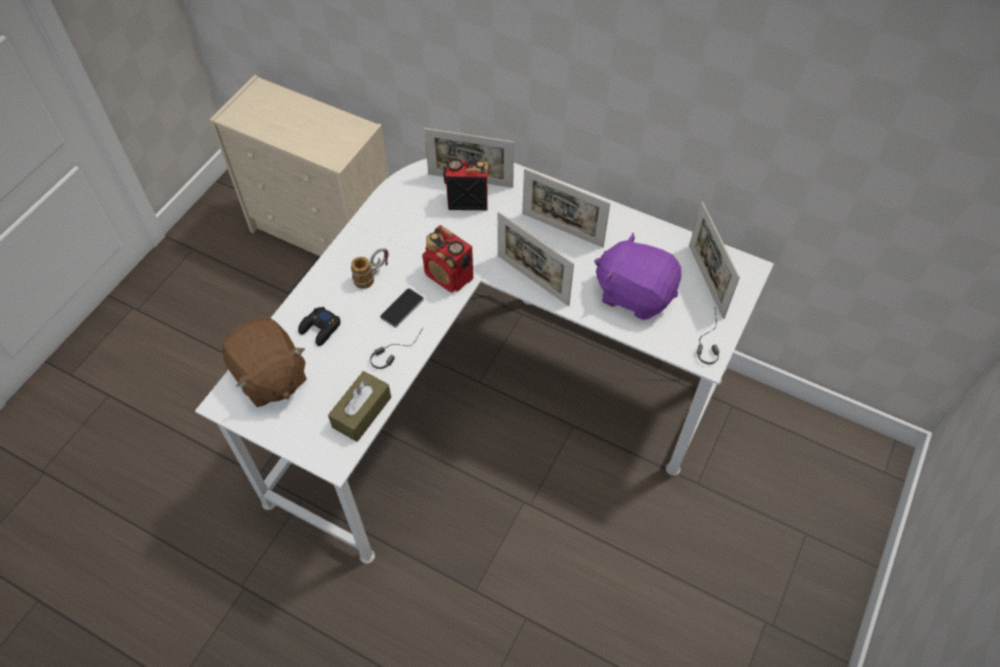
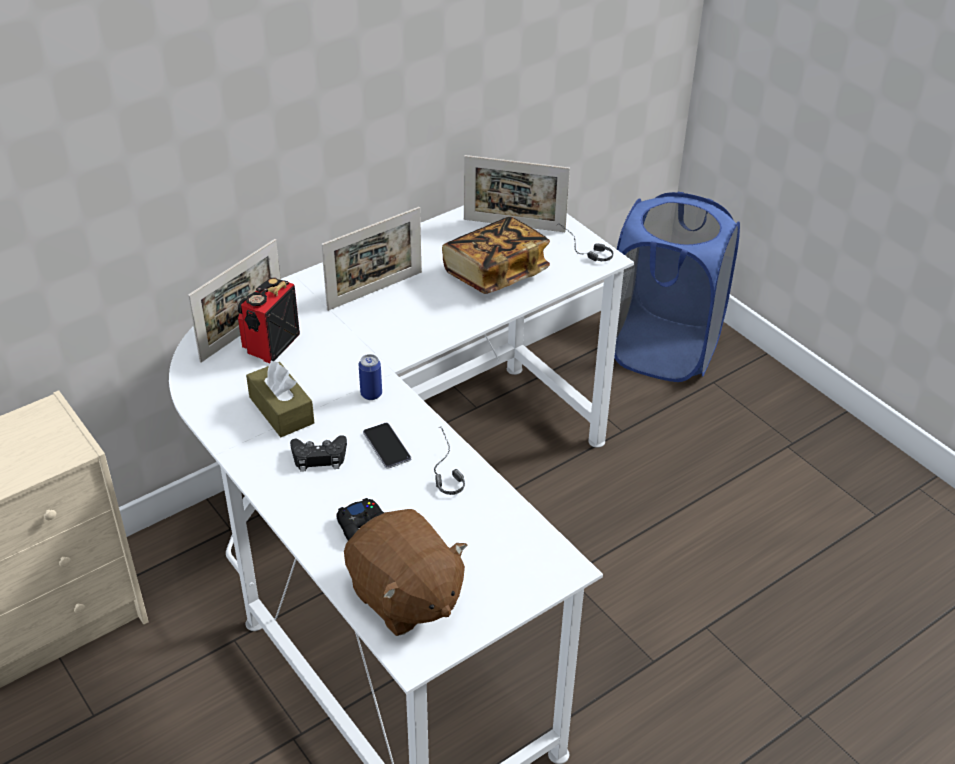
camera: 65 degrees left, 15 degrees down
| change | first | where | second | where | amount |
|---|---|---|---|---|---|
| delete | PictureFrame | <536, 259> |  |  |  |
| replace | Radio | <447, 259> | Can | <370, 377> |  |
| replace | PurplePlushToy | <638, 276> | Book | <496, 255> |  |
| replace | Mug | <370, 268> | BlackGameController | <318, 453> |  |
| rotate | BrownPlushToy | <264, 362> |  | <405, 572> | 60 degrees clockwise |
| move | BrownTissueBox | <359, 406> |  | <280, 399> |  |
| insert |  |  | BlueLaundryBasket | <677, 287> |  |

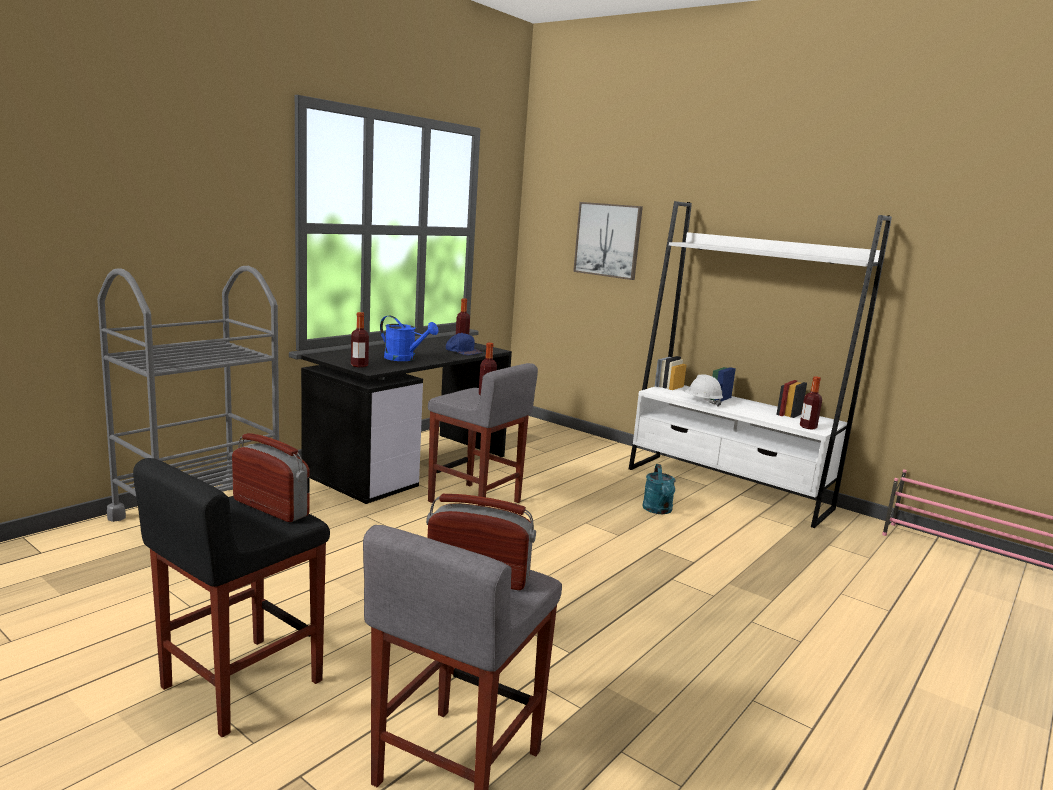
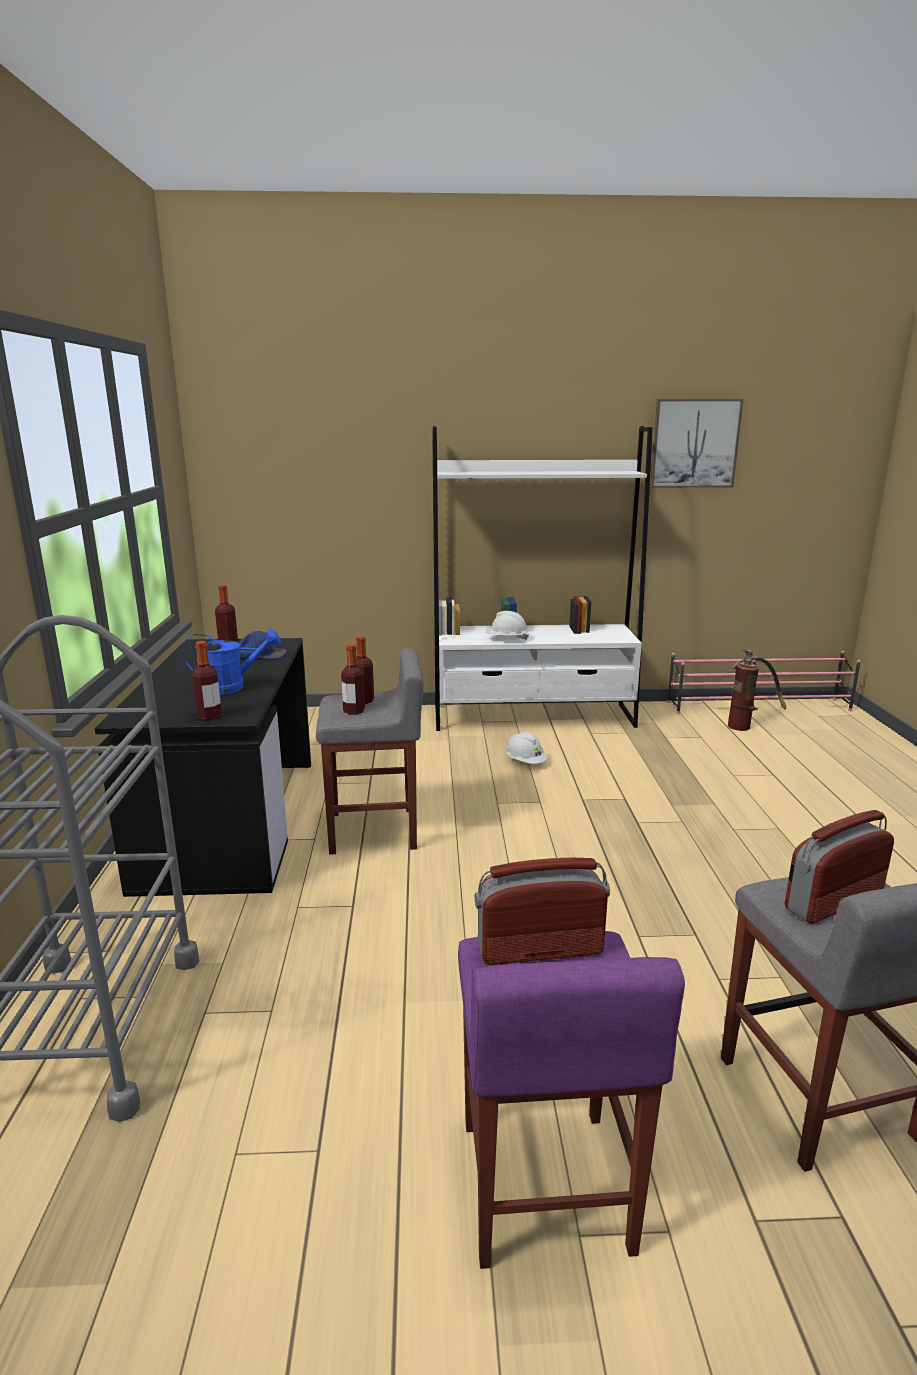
camera: 40 degrees left, 5 degrees up
| change | first | where | second | where | amount |
|---|---|---|---|---|---|
| move | Picture | <608, 241> |  | <696, 443> |  |
| move | Bottle | <811, 403> |  | <353, 679> |  |
| recolor | BlackStool | <231, 598> | PurpleStool | <571, 1100> |  |
| replace | TurquoiseWateringCan | <659, 489> | WhiteHardHat | <526, 748> |  |
| insert |  |  | FireExtinguisher | <757, 690> |  |

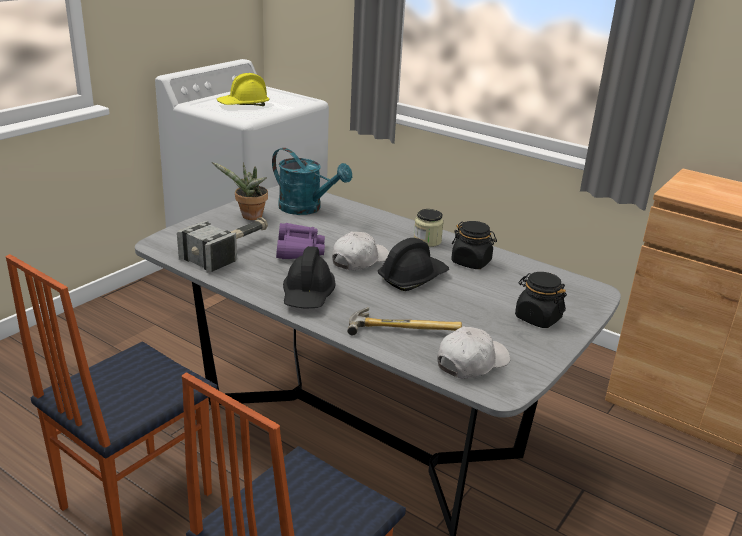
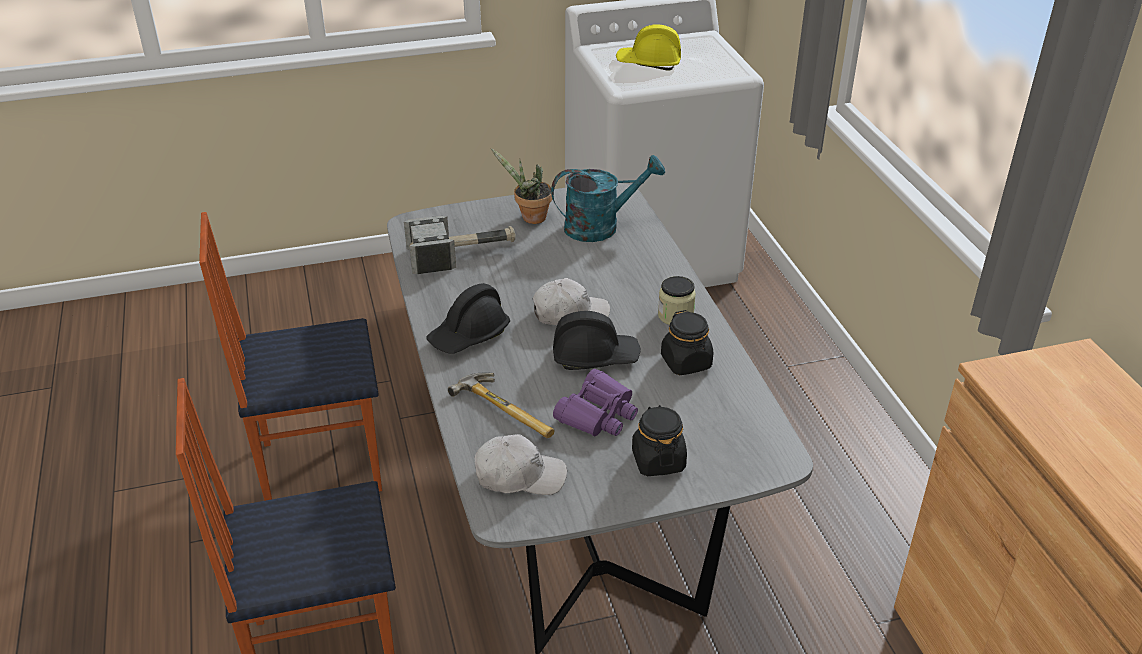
camera: 40 degrees right, 10 degrees up
| change | first | where | second | where | amount |
|---|---|---|---|---|---|
| rotate | TurquoiseWateringCan | <312, 181> |  | <608, 198> | 90 degrees counterclockwise |
| move | PurpleBinoculars | <300, 241> |  | <595, 403> |  |

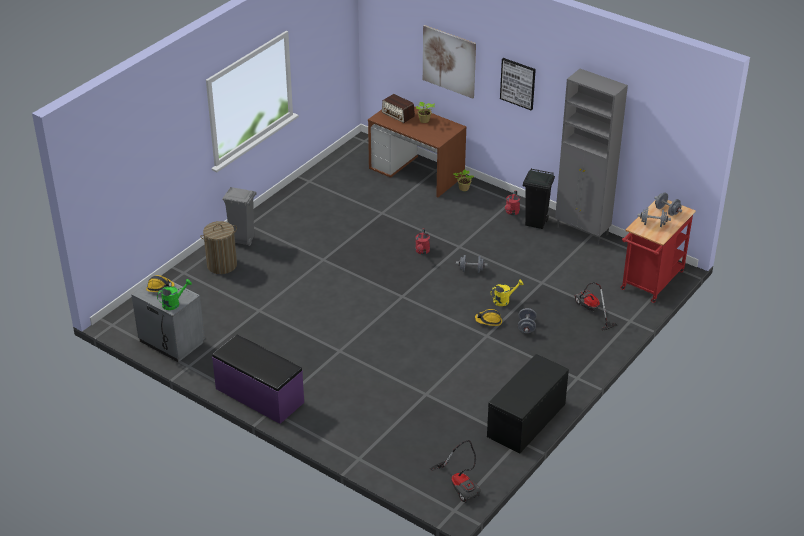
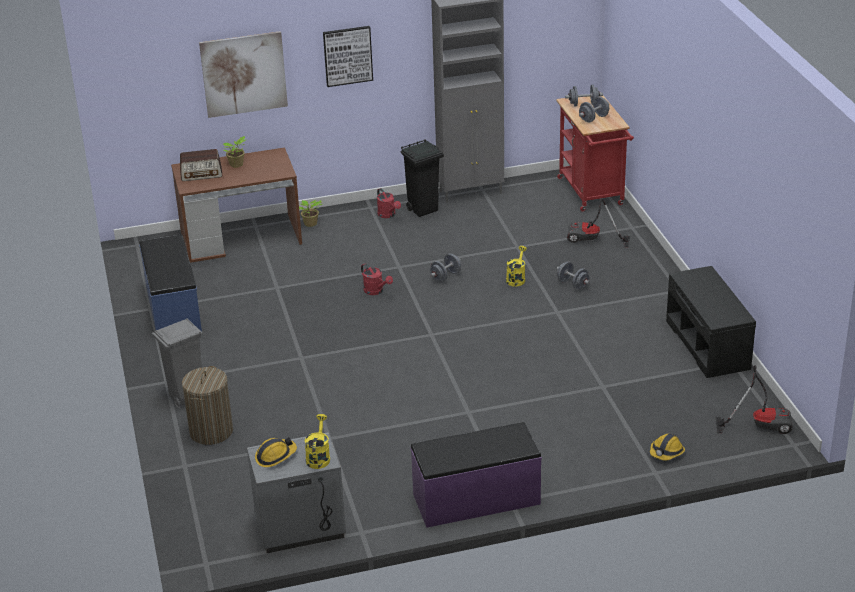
camera: 50 degrees left, 5 degrees down
| change | first | where | second | where | amount |
|---|---|---|---|---|---|
| recolor | GreenWateringCan | <174, 294> | YellowWateringCan | <317, 441> |  |
| move | HardHat | <488, 317> |  | <667, 447> |  |
| insert |  |  | BlueBench | <170, 283> |  |

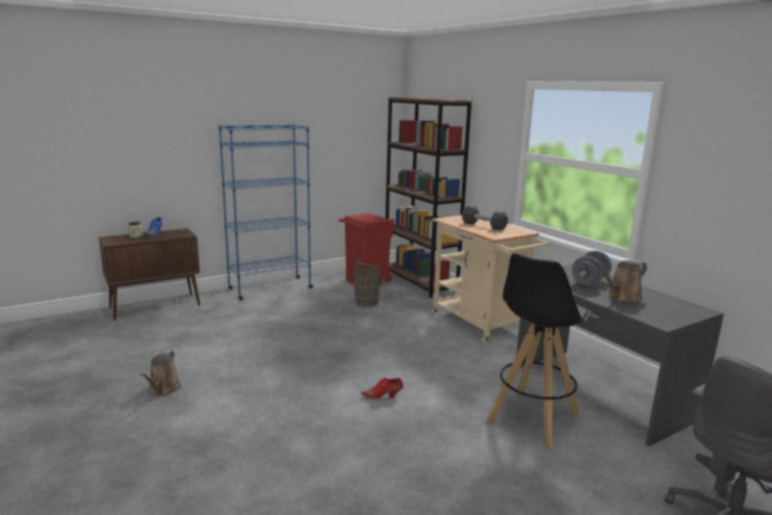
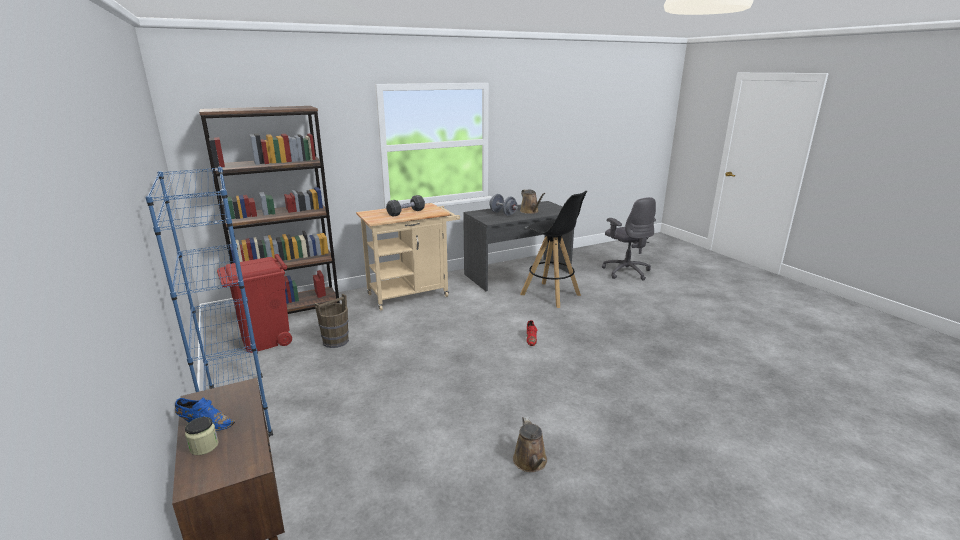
camera: 85 degrees left, 5 degrees up
| change | first | where | second | where | amount |
|---|---|---|---|---|---|
| rotate | BrownWateringCan | <160, 373> |  | <530, 444> | 75 degrees clockwise |

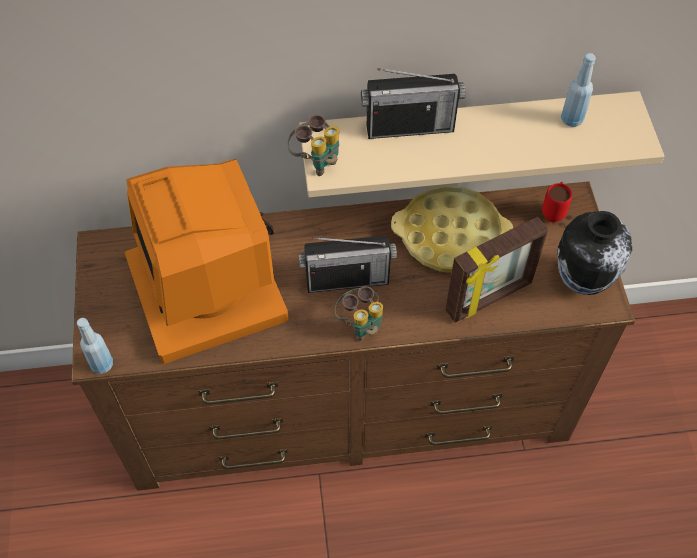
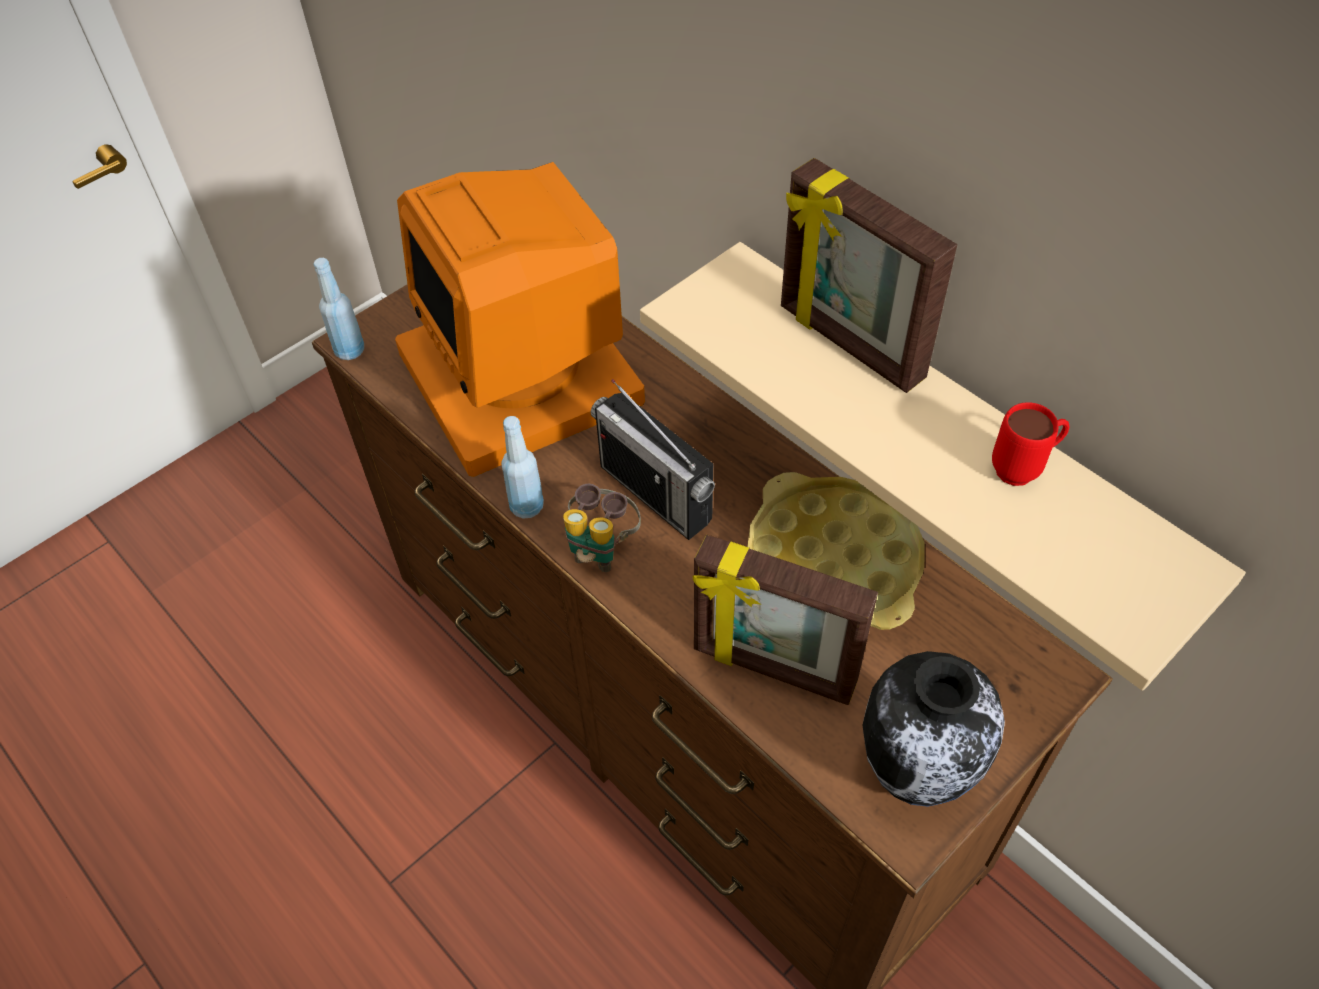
camera: 55 degrees right, 5 degrees down
| change | first | where | second | where | amount |
|---|---|---|---|---|---|
| move | BlueBottle | <578, 90> |  | <522, 467> |  |
| replace | Radio | <413, 103> | PictureFrame | <869, 275> |  |
| delete | Binoculars | <313, 145> |  |  |  |
| rotate | Monitor | <207, 261> |  | <520, 319> | 60 degrees counterclockwise |
| move | RedMug | <557, 202> |  | <1031, 444> |  |

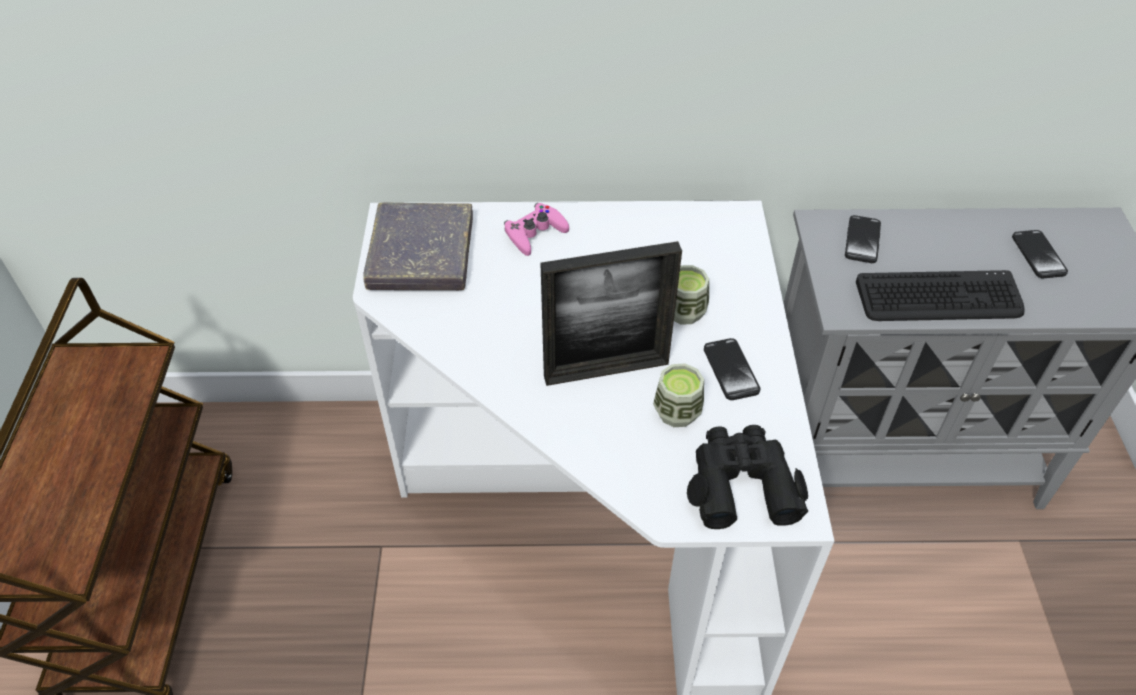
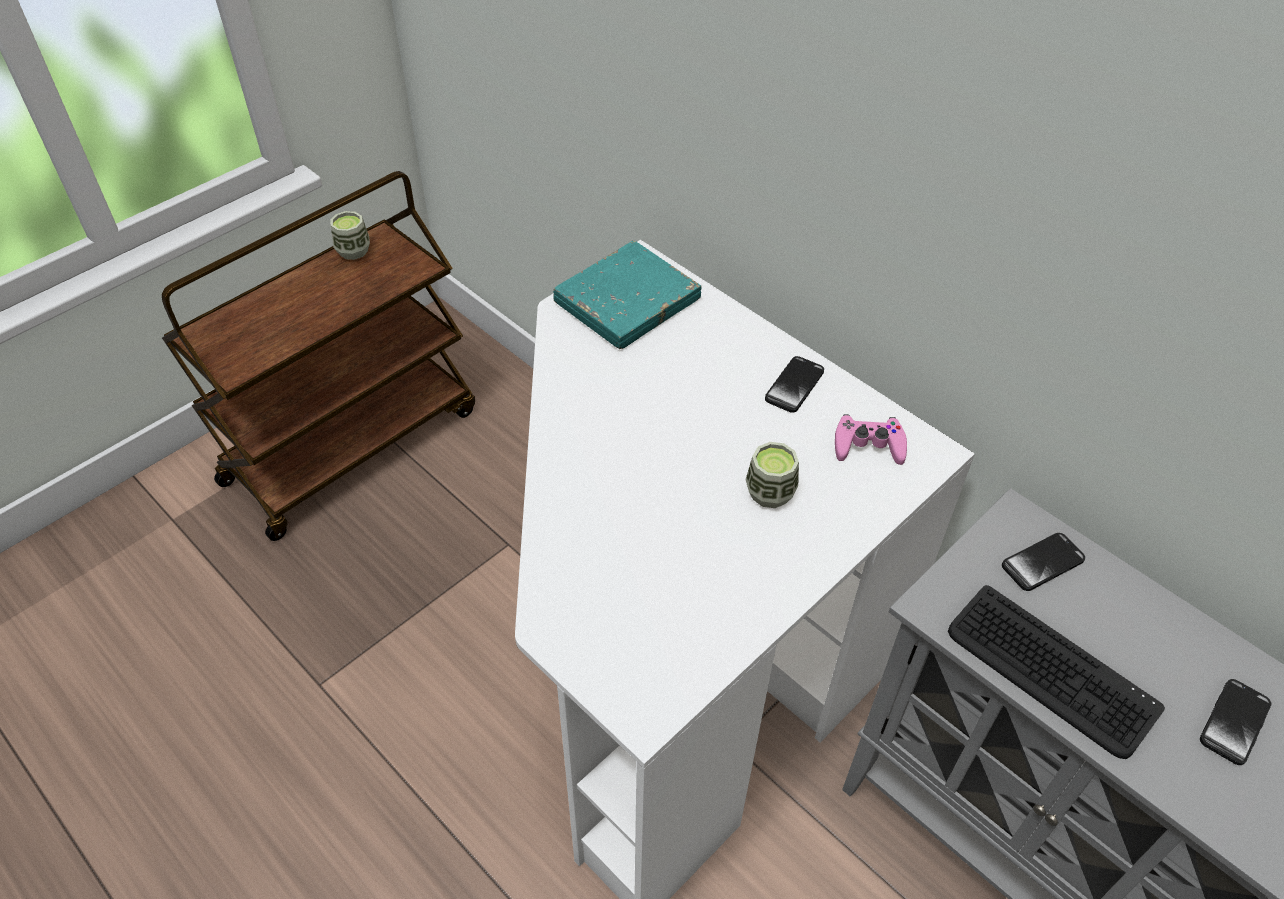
camera: 45 degrees right, 0 degrees up
| change | first | where | second | where | amount |
|---|---|---|---|---|---|
| recolor | GreyBook | <418, 246> | TurquoiseBook | <627, 294> |  |
| move | PinkGameController | <536, 229> |  | <871, 439> |  |
| delete | PictureFrame | <611, 313> |  |  |  |
| move | Phone | <732, 369> |  | <794, 384> |  |
| move | Cup | <678, 395> |  | <350, 235> |  |
| delete | BlackBinoculars | <747, 477> |  |  |  |

